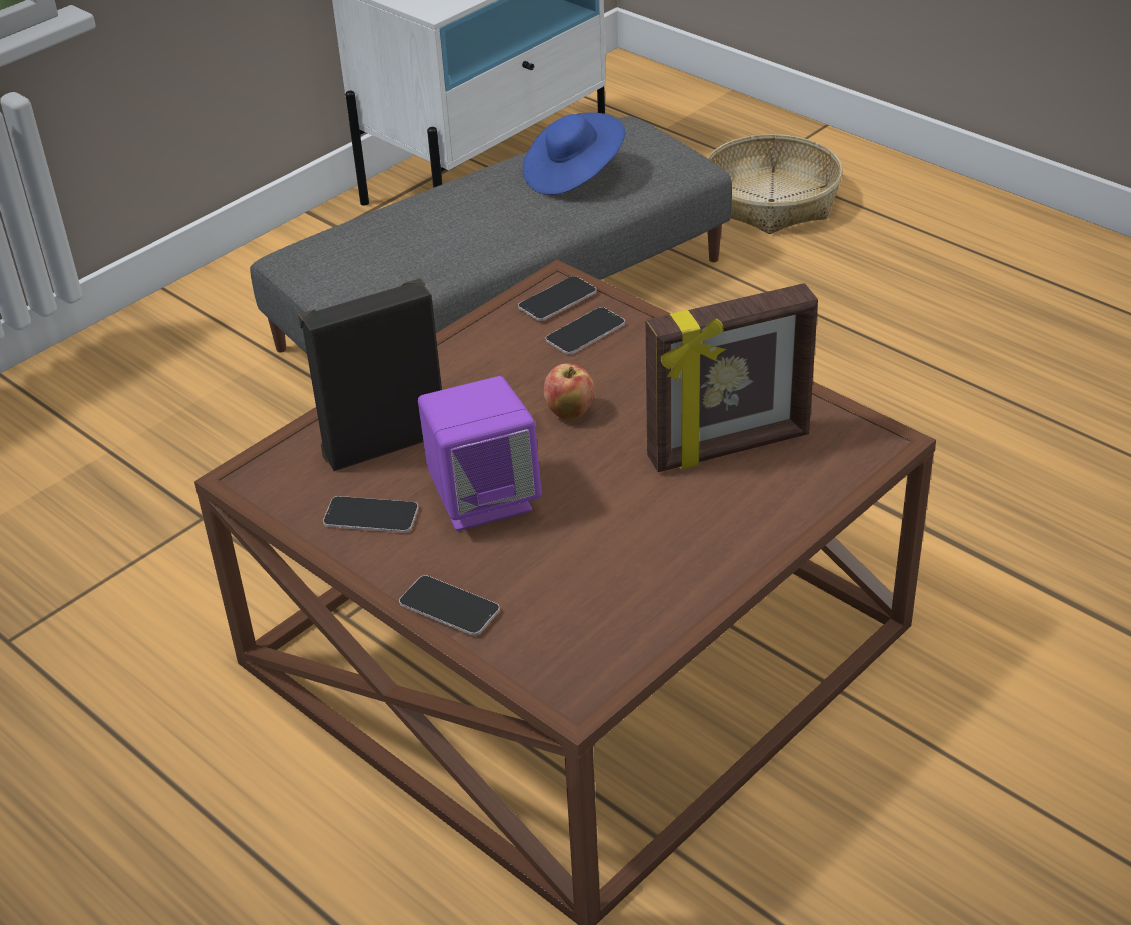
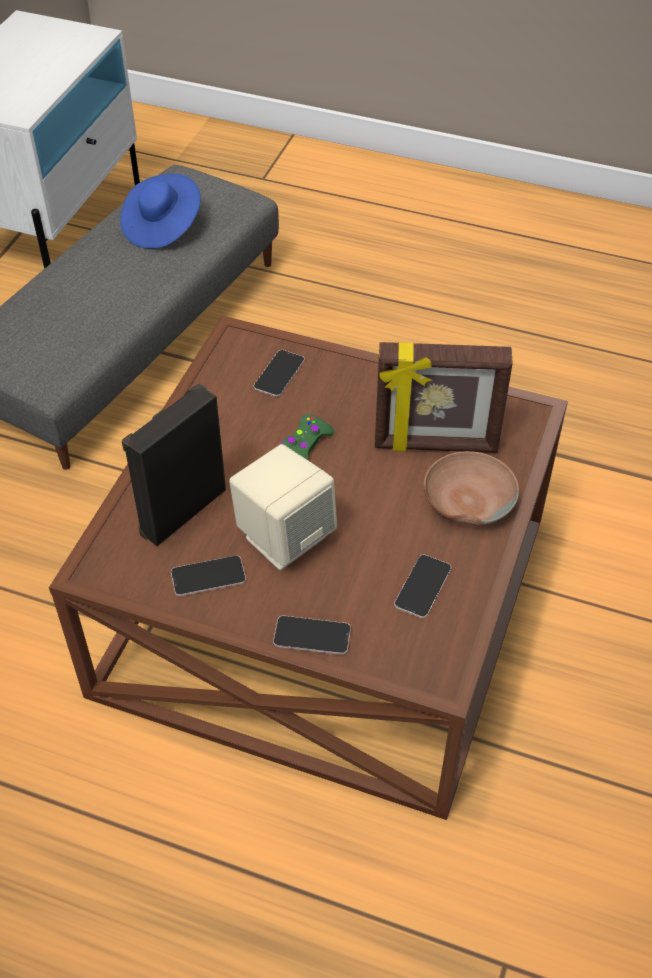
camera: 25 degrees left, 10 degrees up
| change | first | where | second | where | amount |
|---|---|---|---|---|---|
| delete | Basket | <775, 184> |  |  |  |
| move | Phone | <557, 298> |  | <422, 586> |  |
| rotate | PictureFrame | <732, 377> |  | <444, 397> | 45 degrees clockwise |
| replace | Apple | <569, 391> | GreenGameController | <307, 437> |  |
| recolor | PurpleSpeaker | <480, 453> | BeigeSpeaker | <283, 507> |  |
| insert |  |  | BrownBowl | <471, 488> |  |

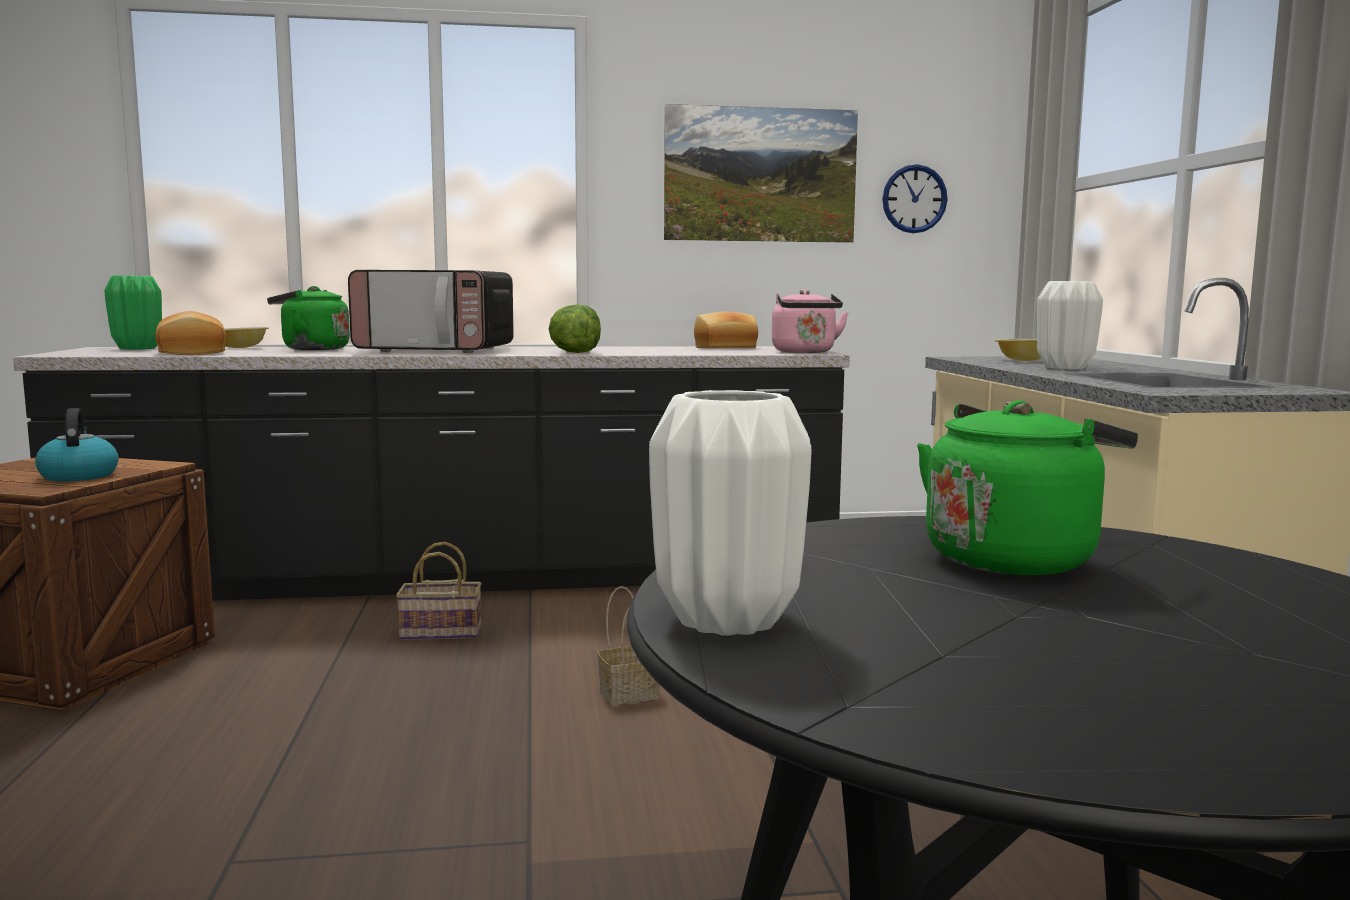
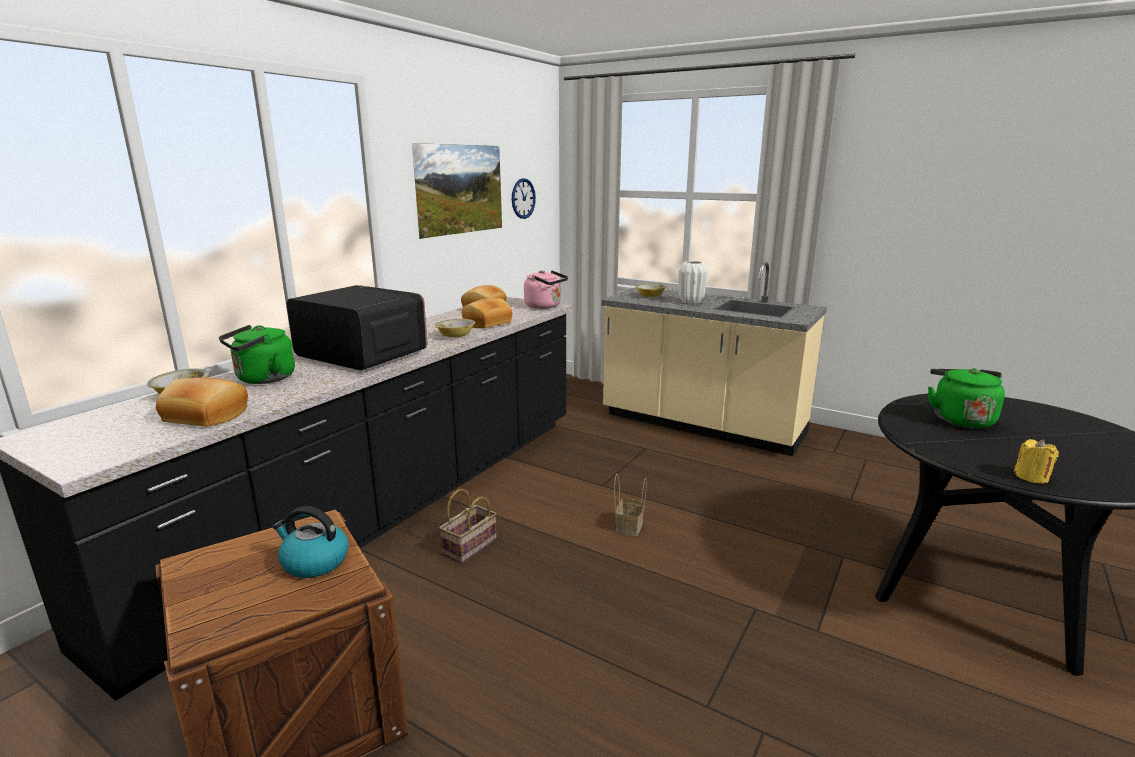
camera: 50 degrees left, 10 degrees up
| change | first | where | second | where | amount |
|---|---|---|---|---|---|
| rotate | Microwave | <431, 311> |  | <357, 327> | 105 degrees counterclockwise |
| delete | GreenVase | <133, 312> |  |  |  |
| replace | Lettuce | <574, 328> | Bowl | <455, 328> |  |
| replace | WhiteVase | <730, 513> | YellowCandle | <1036, 461> |  |
| insert |  |  | Bread | <487, 313> |  |

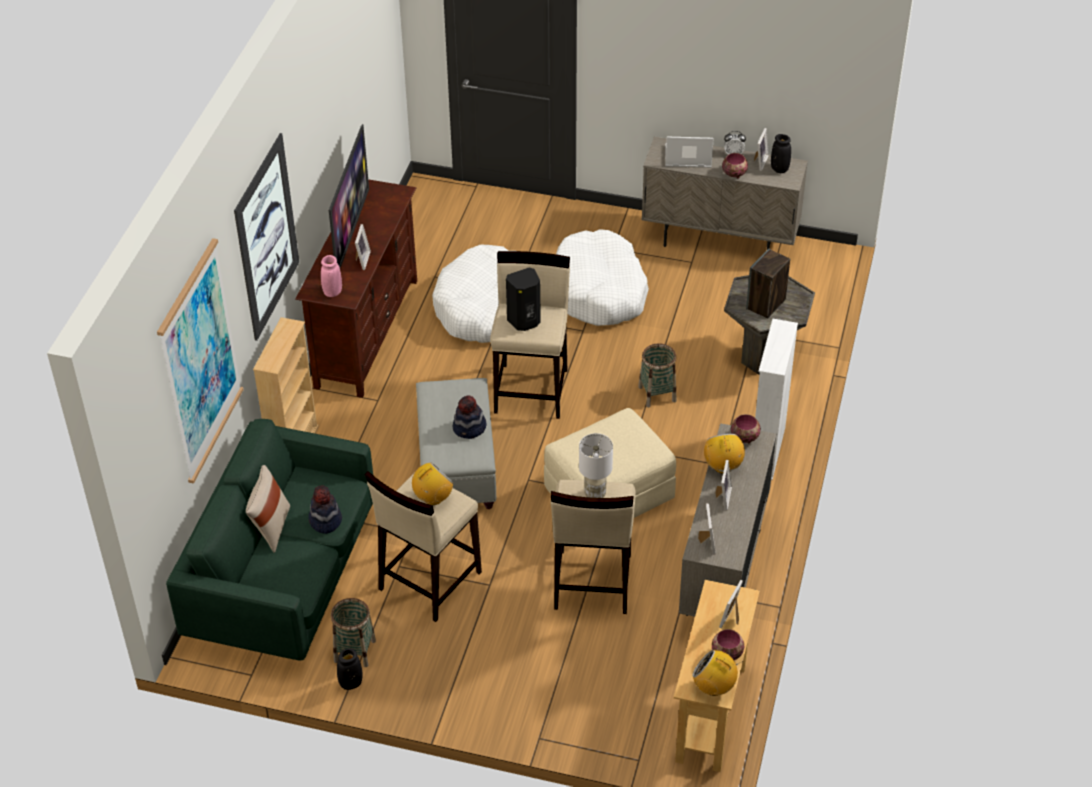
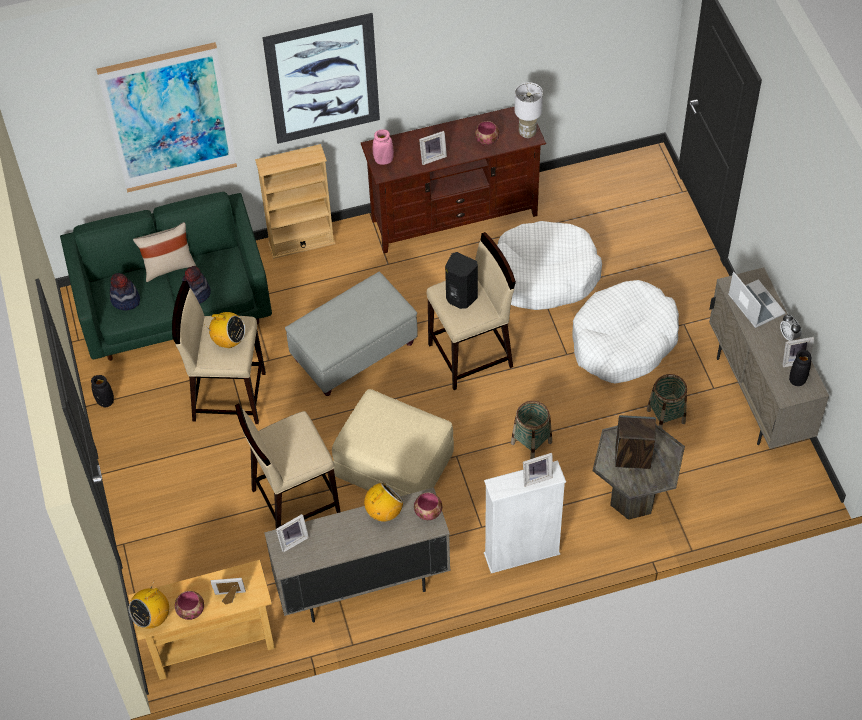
camera: 60 degrees right, 10 degrees up
| change | first | where | second | where | amount |
|---|---|---|---|---|---|
| delete | Television | <349, 196> |  |  |  |
| move | Bowl | <735, 165> |  | <486, 133> |  |
| move | Hat | <470, 417> |  | <125, 291> |  |
| move | WhiteTableLamp | <596, 465> |  | <529, 110> |  |
| move | PictureFrame | <724, 485> |  | <538, 470> |  |
| move | Basket | <353, 632> |  | <667, 401> |  |
| rotate | Radio | <717, 673> |  | <149, 604> | 135 degrees counterclockwise |

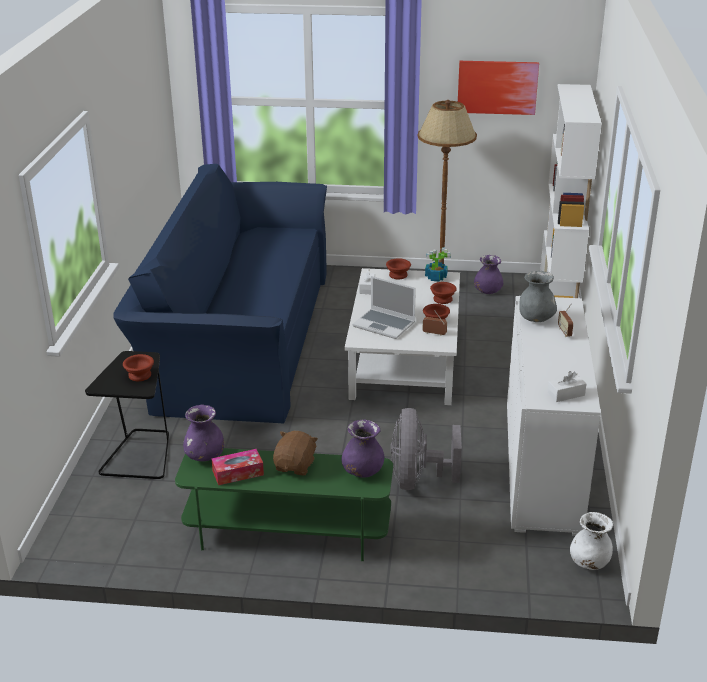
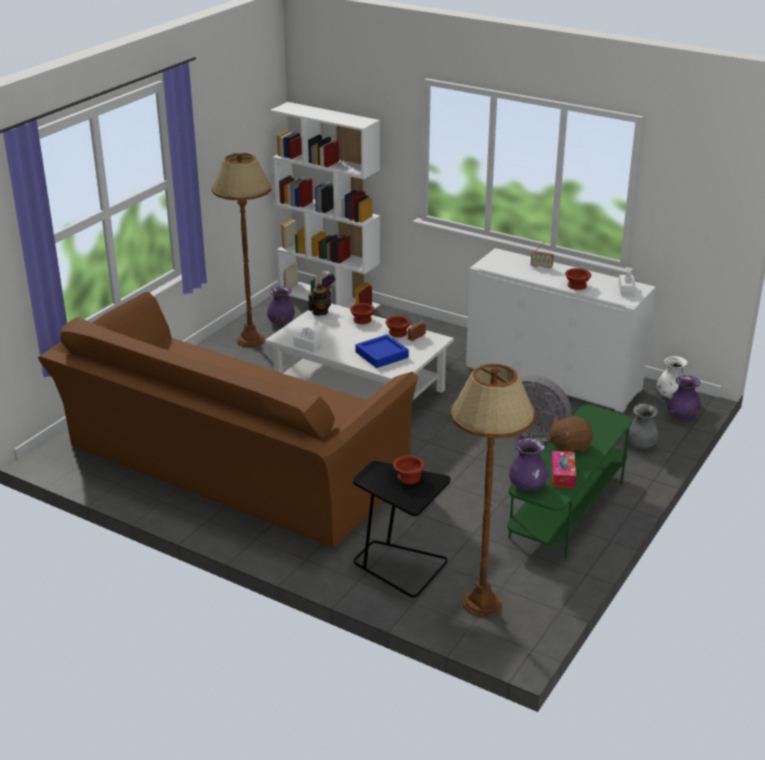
camera: 65 degrees left, 0 degrees up
| change | first | where | second | where | amount |
|---|---|---|---|---|---|
| delete | Picture | <498, 88> |  |  |  |
| recolor | BlueSofa | <220, 293> | BrownSofa | <228, 420> |  |
| replace | PottedPlant | <438, 264> | Teapot | <319, 299> |  |
| move | BrownBowl | <398, 268> |  | <578, 279> |  |
| move | GreyVase | <538, 296> |  | <642, 426> |  |
| replace | Laptop | <384, 307> | BlueTray | <382, 351> |  |
| move | PurpleVase | <362, 448> |  | <683, 397> |  |
| rotate | BrownPlushToy | <295, 453> |  | <570, 434> | 60 degrees counterclockwise |
| insert |  |  | BrownFloorLamp | <493, 490> |  |

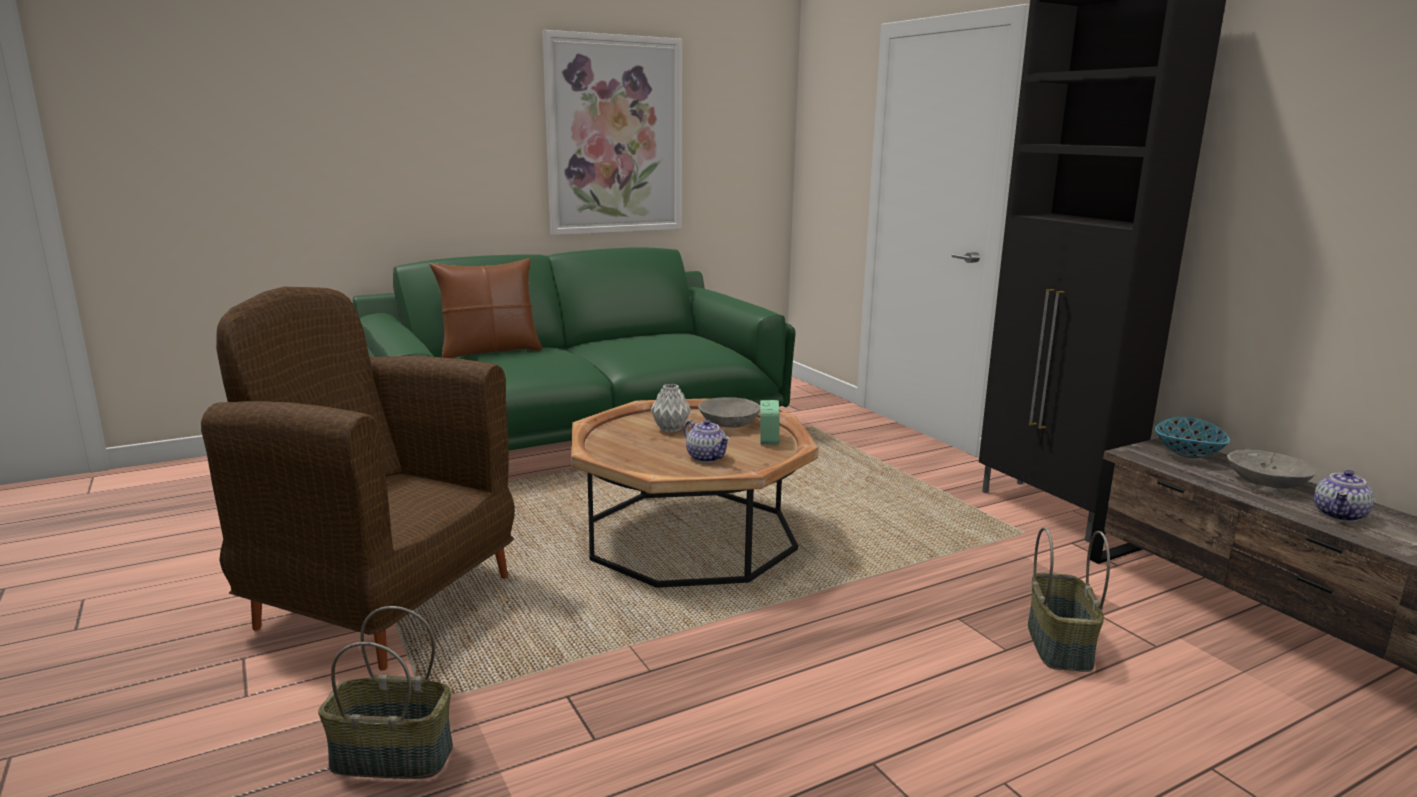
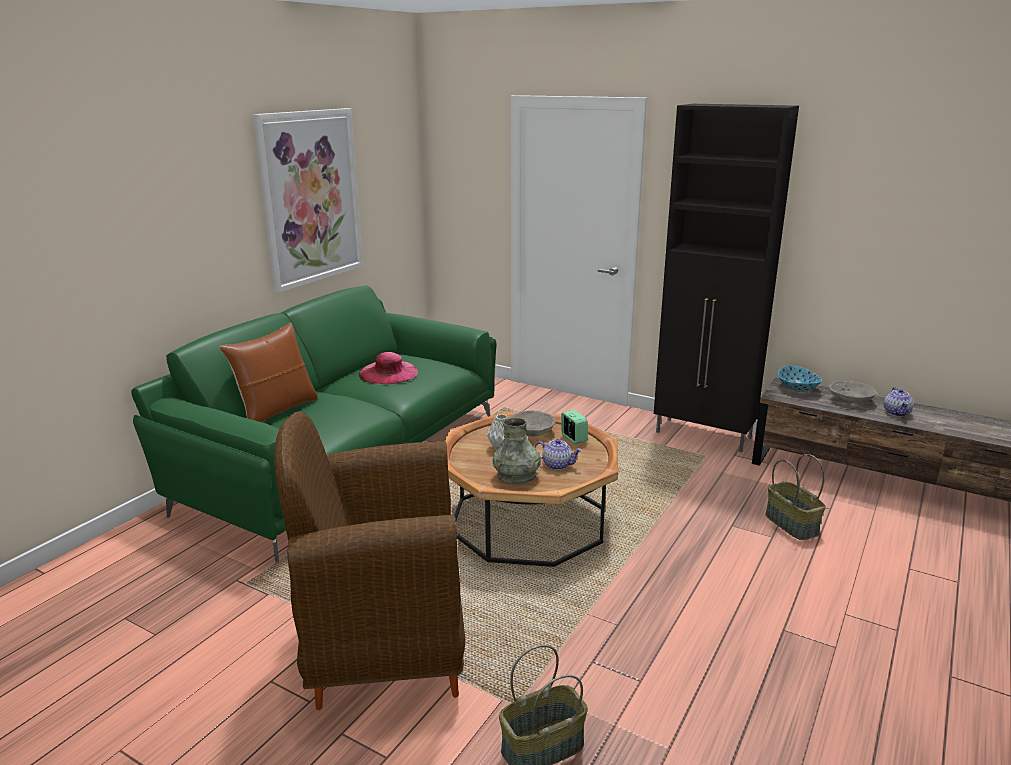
camera: 30 degrees left, 5 degrees up
| change | first | where | second | where | amount |
|---|---|---|---|---|---|
| insert |  |  | PinkHat | <388, 368> |  |
| insert |  |  | GreyVase | <516, 451> |  |

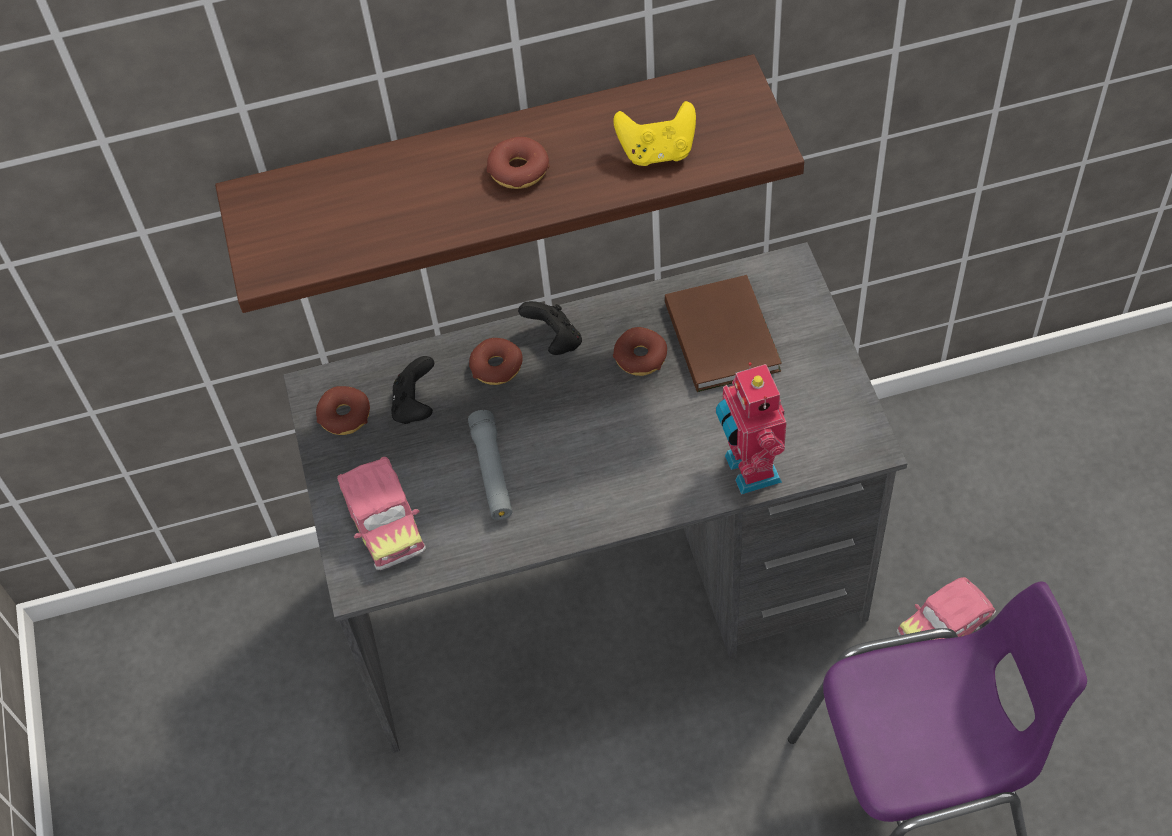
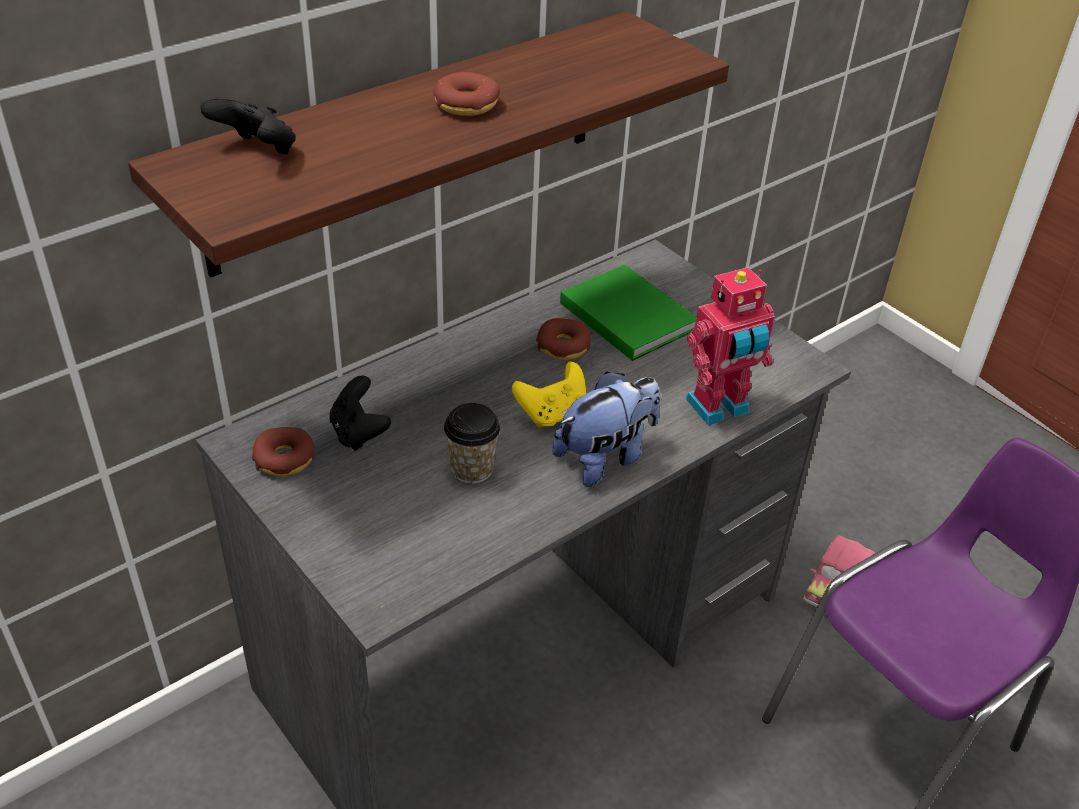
camera: 30 degrees left, 15 degrees down
| change | first | where | second | where | amount |
|---|---|---|---|---|---|
| move | YellowGameController | <654, 133> |  | <549, 395> |  |
| recolor | BrownBook | <723, 333> | GreenBook | <628, 313> |  |
| move | BlackGameController | <550, 328> |  | <248, 125> |  |
| delete | Donut | <496, 361> |  |  |  |
| rotate | ToyRobot | <751, 428> |  | <730, 346> | 75 degrees counterclockwise |
| replace | GreyFlashlight | <490, 465> | Cup | <472, 443> |  |
| delete | ToyCar | <381, 513> |  |  |  |
| insert |  |  | PlushToy | <606, 429> |  |

